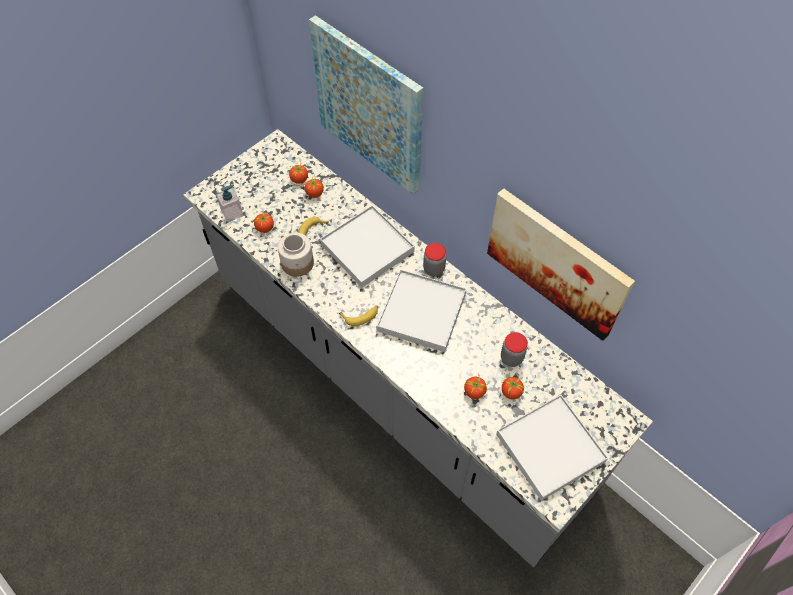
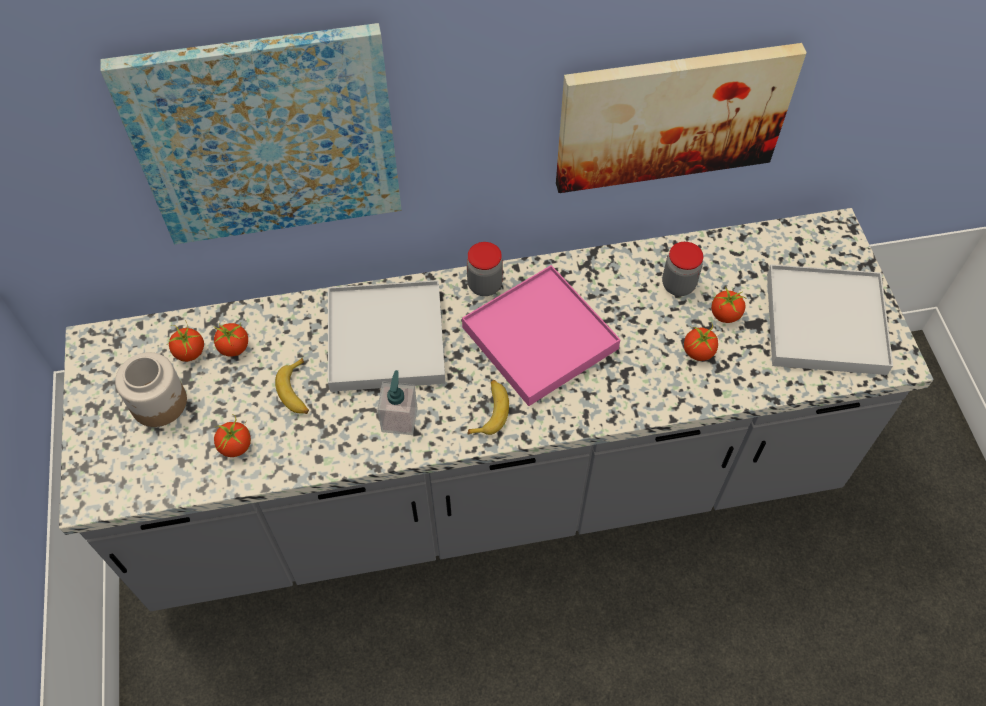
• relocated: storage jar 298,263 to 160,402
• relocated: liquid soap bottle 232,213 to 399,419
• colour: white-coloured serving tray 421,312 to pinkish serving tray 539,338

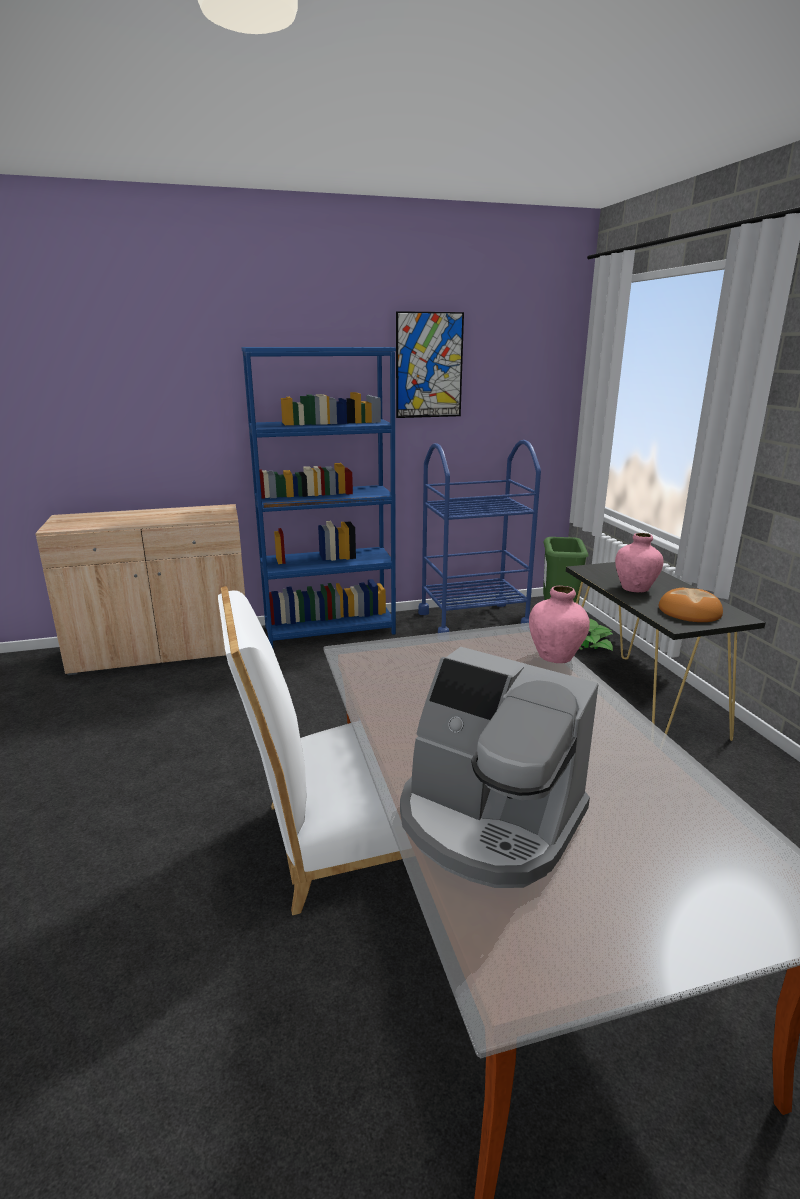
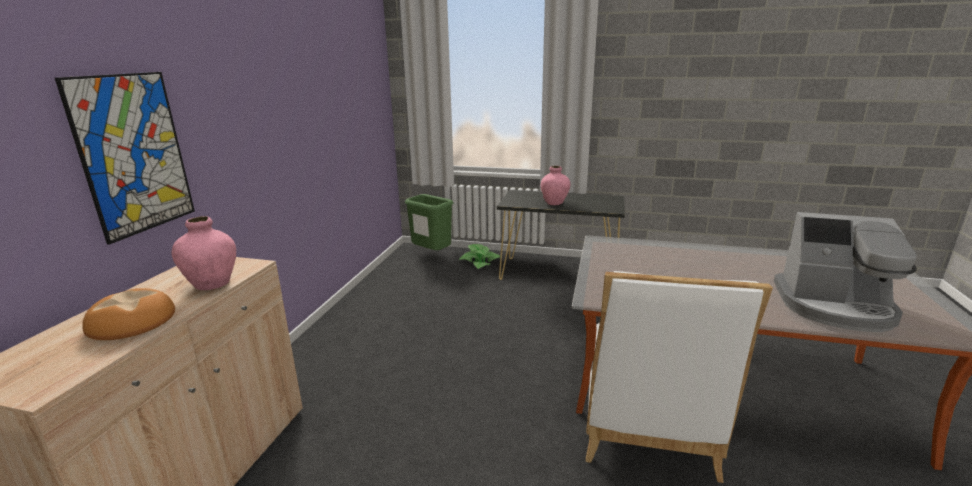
• relocated: wall picture 429,365 to 134,154
• relocated: bread 688,611 to 131,321
• relocated: pinkish vase 555,657 to 212,284
• spun: coffee maker 488,821 = 834,307 45 degrees clockwise
• missing: blue-coloured bookshelf 330,630
• missing: blue-coloured cart 473,620

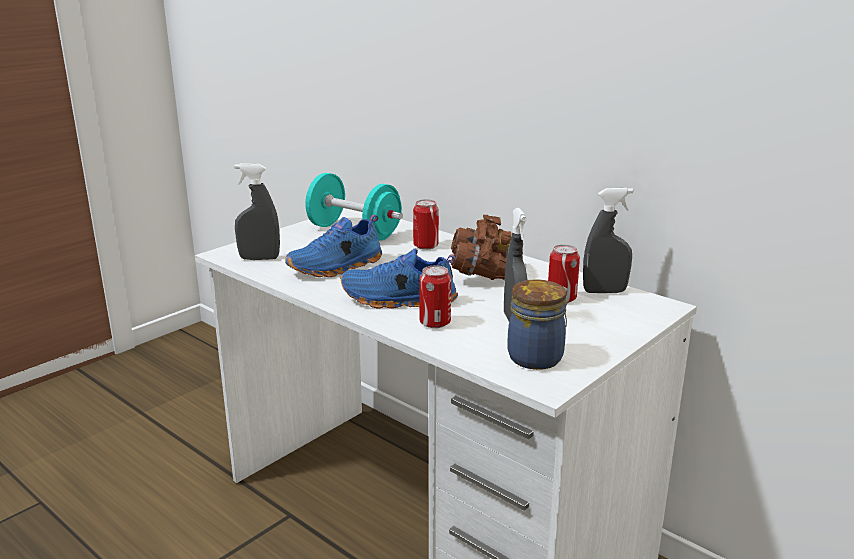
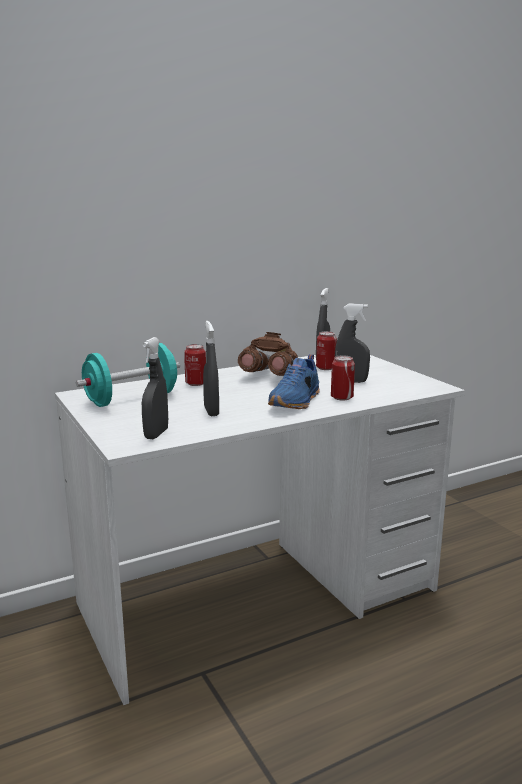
• exchanged: blue-coloured low shoe 337,267 to gray sprayer 211,411
• missing: storage jar 537,357

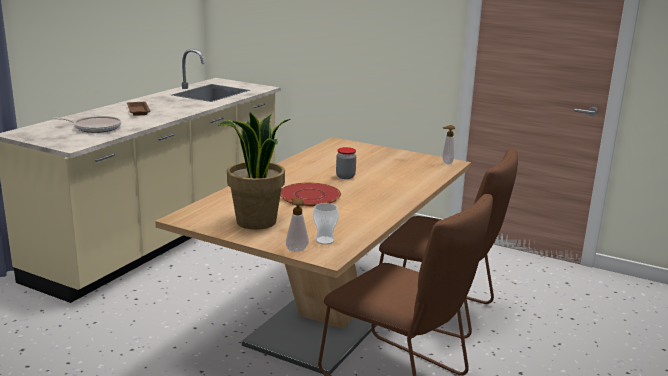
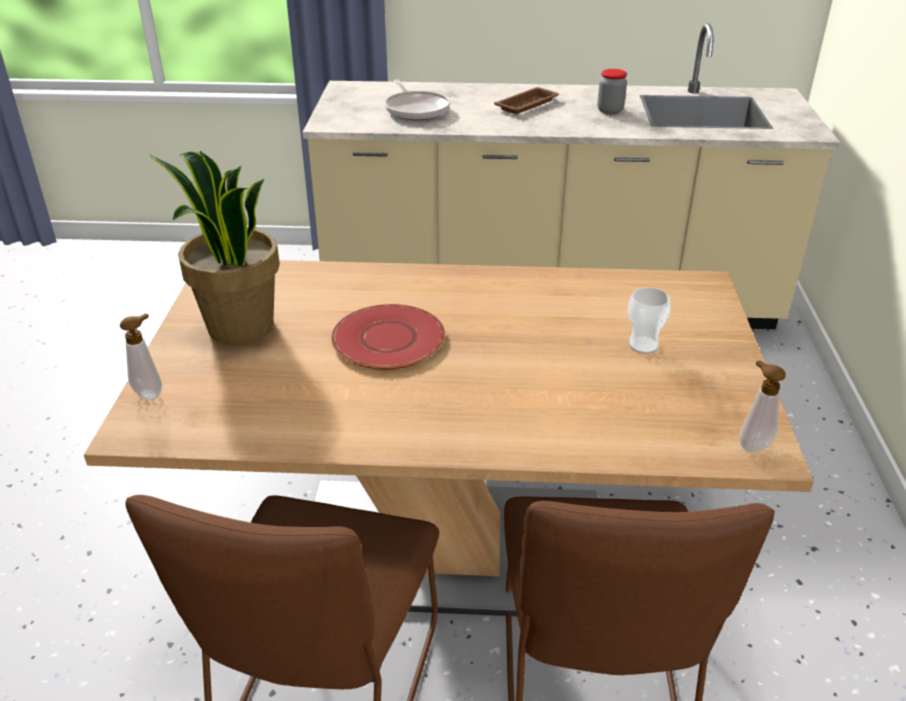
• relocated: storage jar 345,176 to 610,111
• relocated: small cup 325,240 to 643,345

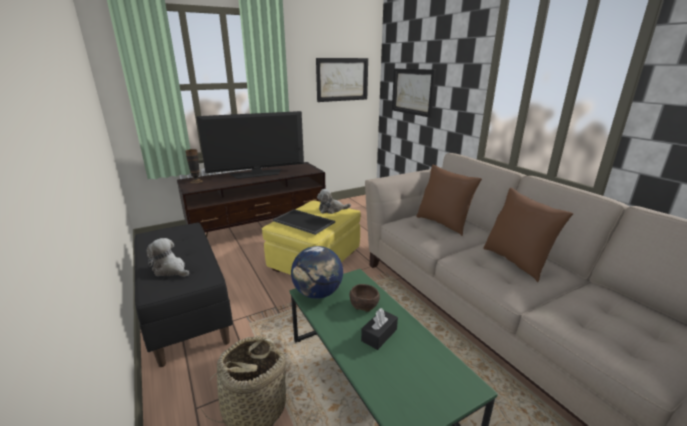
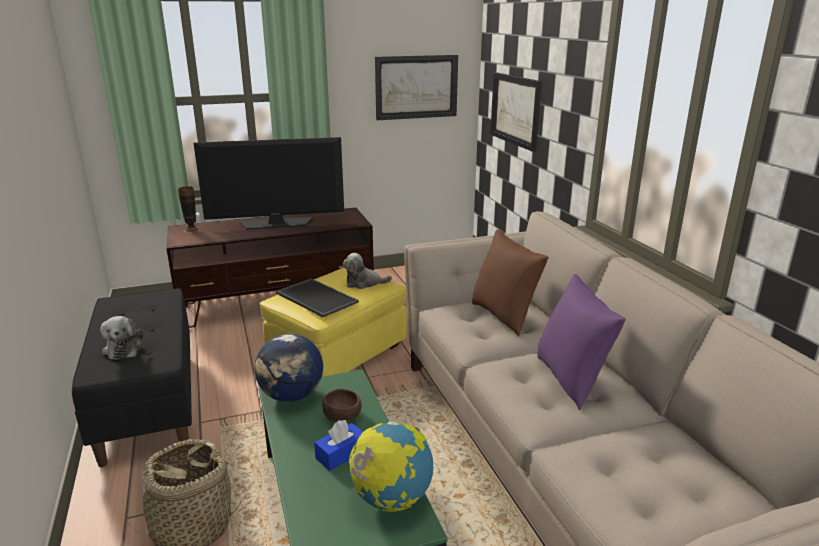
• spun: cuddly toy 171,270 = 123,348 150 degrees counterclockwise
• colour: blackish box of tissues 379,335 to blue-coloured box of tissues 341,454
• appeared: world globe 391,499
• colour: brown pillow 516,261 to purple pillow 571,380

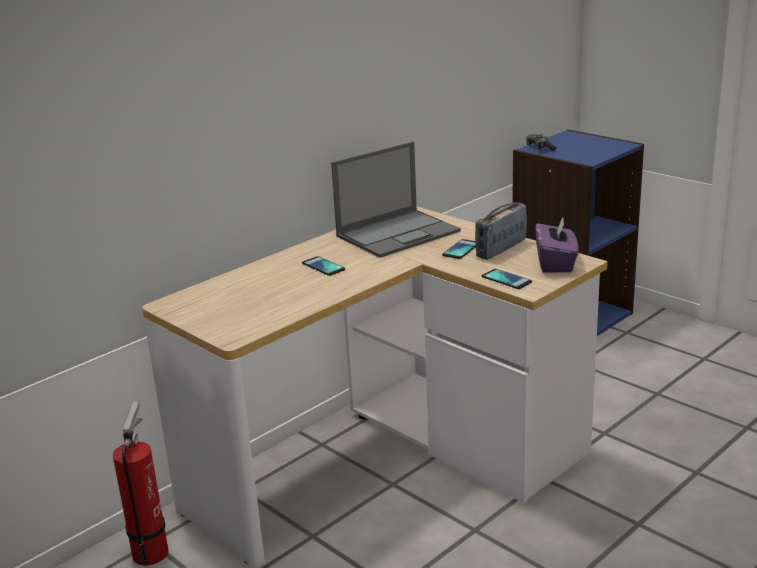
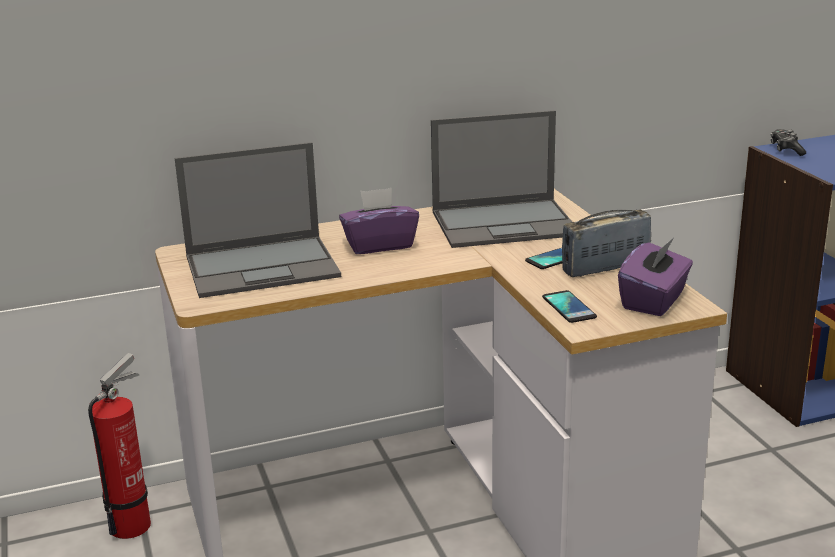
• appeared: portable computer 264,266
• exchanged: handset 323,267 to purple box of tissues 379,245

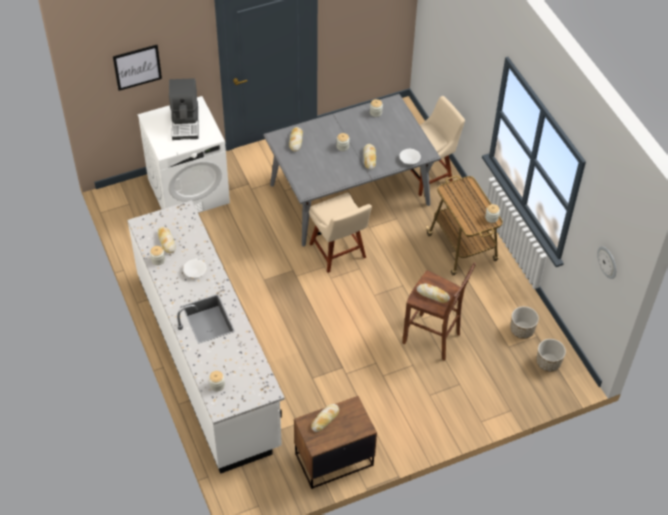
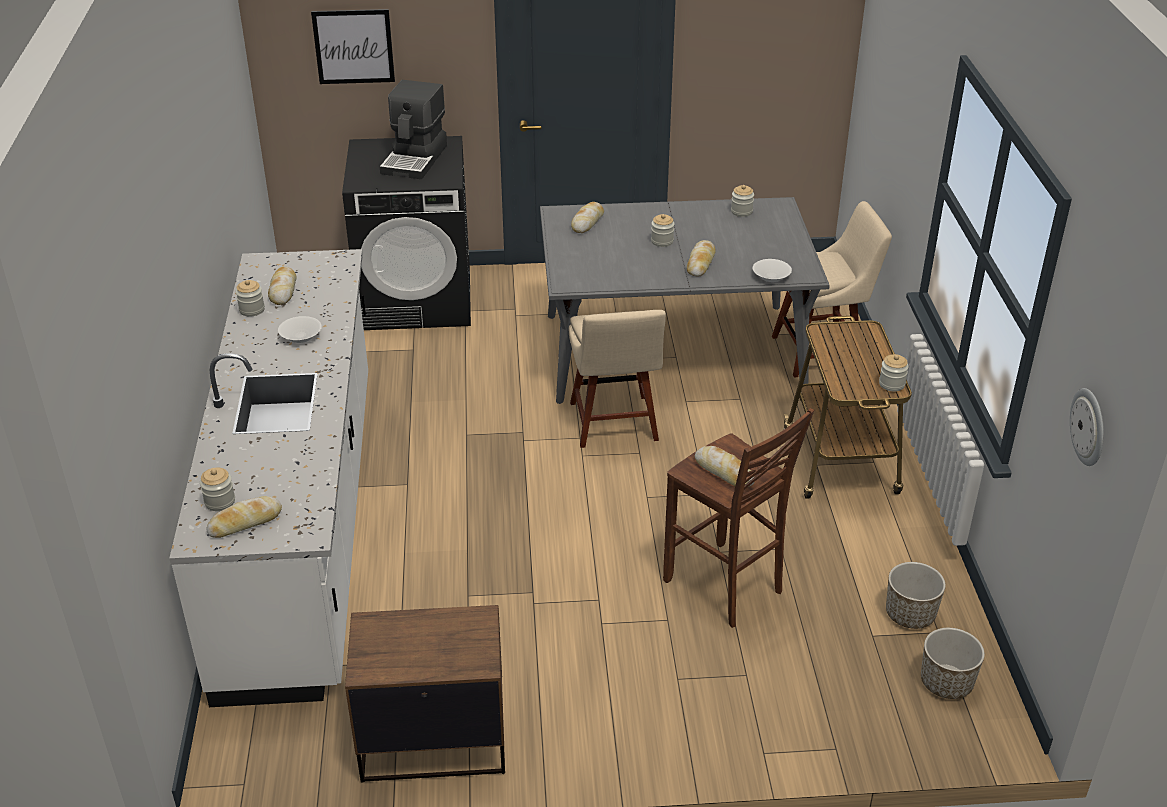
• relocated: bread 325,419 to 245,522
• colour: white-coloured laundry machine 189,190 to blackish laundry machine 417,299

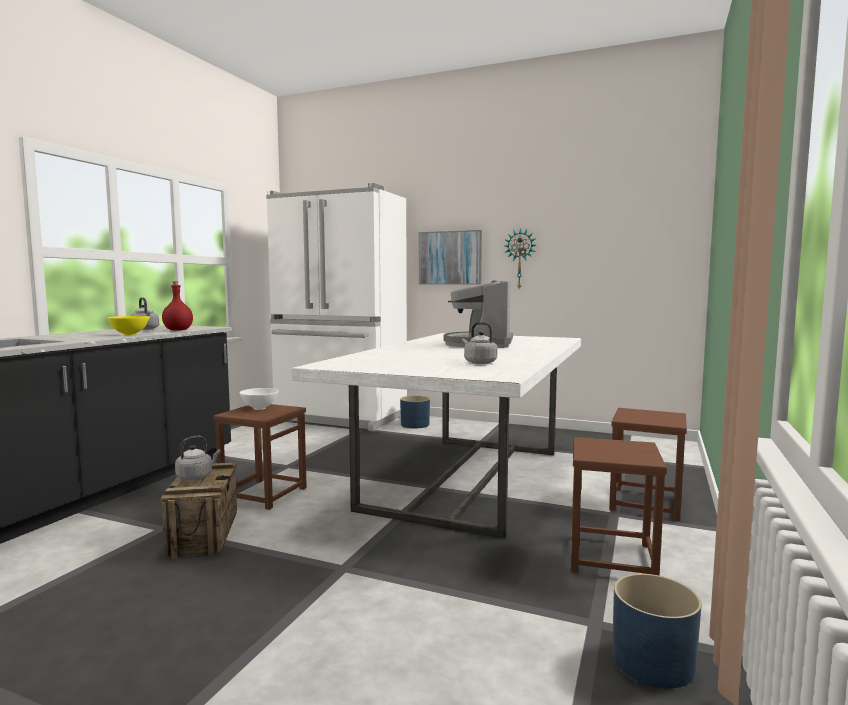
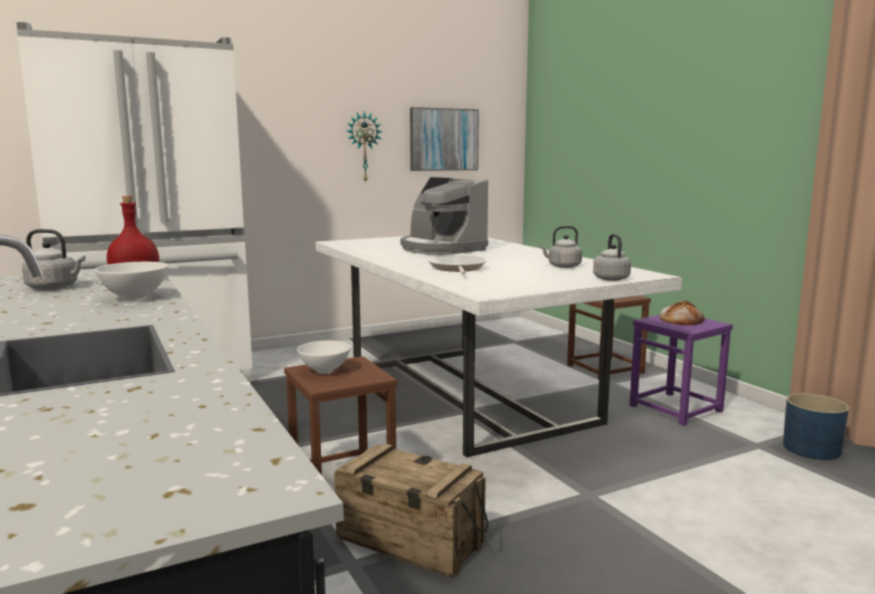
• colour: yellow-coloured serving bowl 129,334 to white-coloured serving bowl 135,298
• relocated: wall picture 450,258 to 443,139
• appeared: frying pan 457,268
• relocated: gray kettle 196,476 to 610,278
• colour: brown stool seat 612,557 to purple stool seat 676,408
• appeared: bread 681,320
• missing: blue-coloured flower pot 415,424

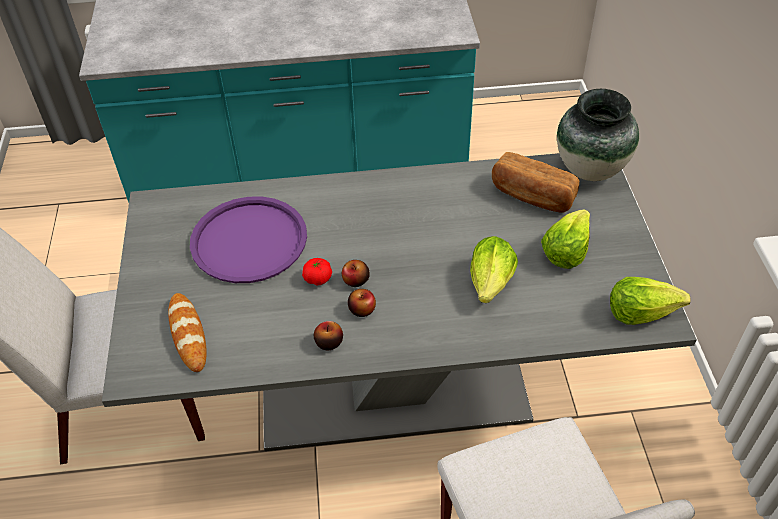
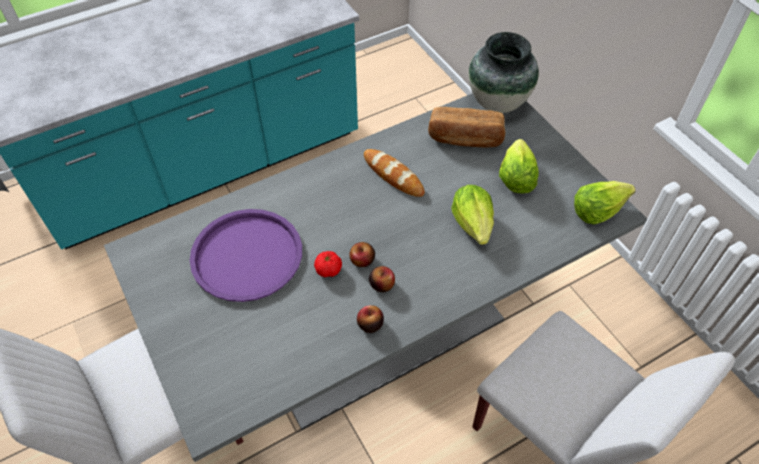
• relocated: bread 188,334 to 393,175

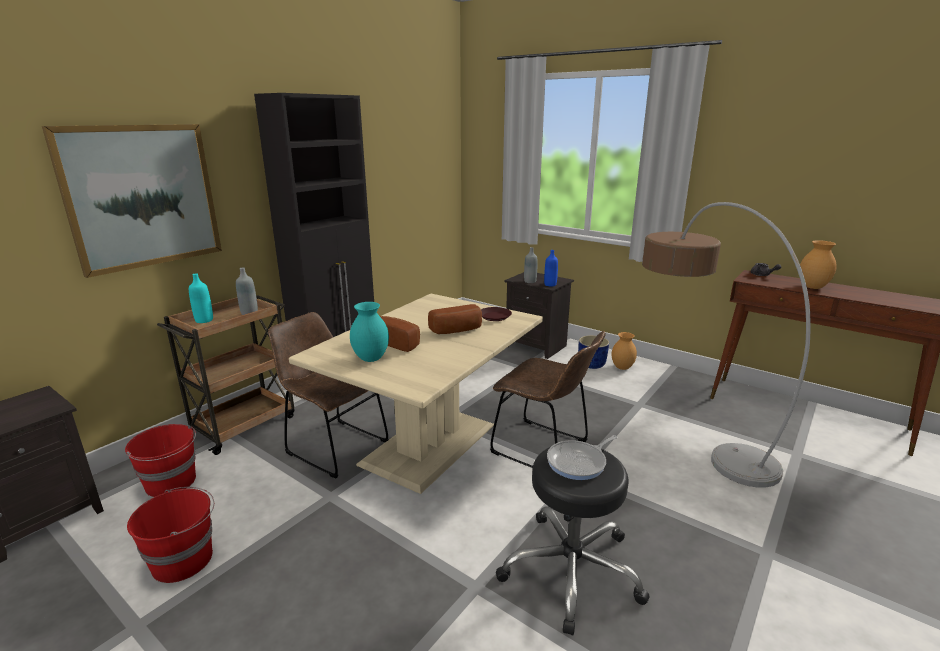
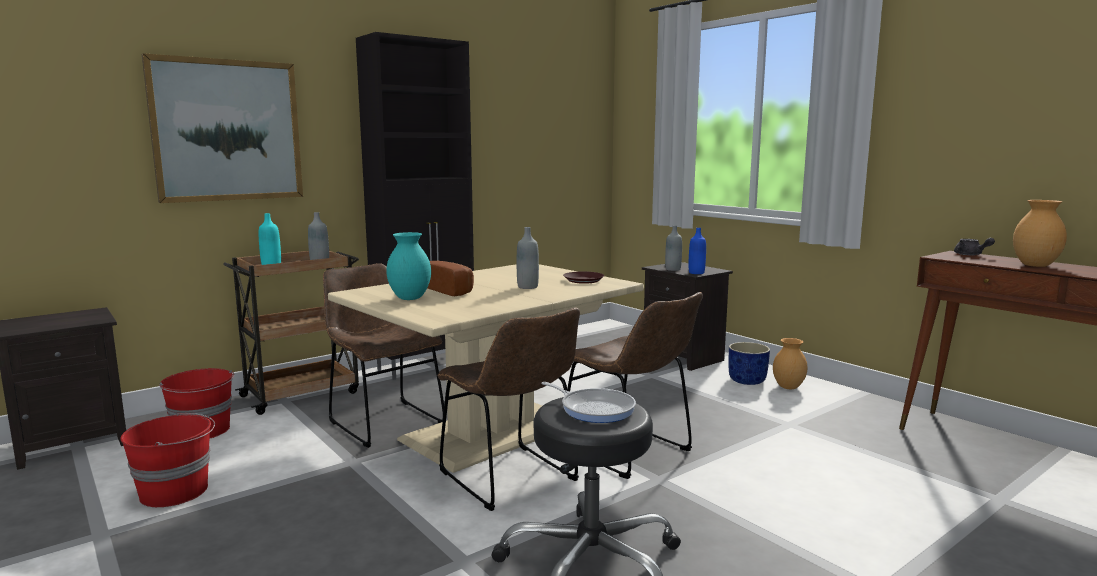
• appeared: brown plain chair 512,479
• exchanged: bread 457,331 to gray drink bottle 527,287
• spun: frying pan 579,462 = 594,409 120 degrees counterclockwise
• missing: floor lamp 689,421

